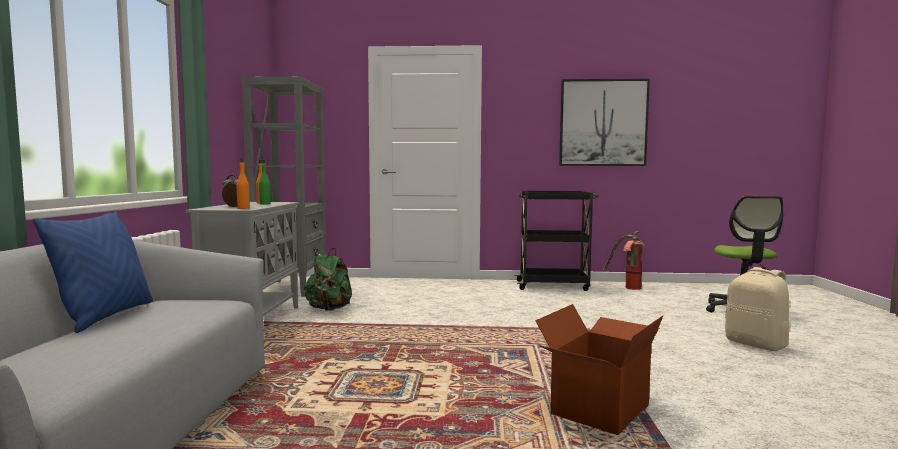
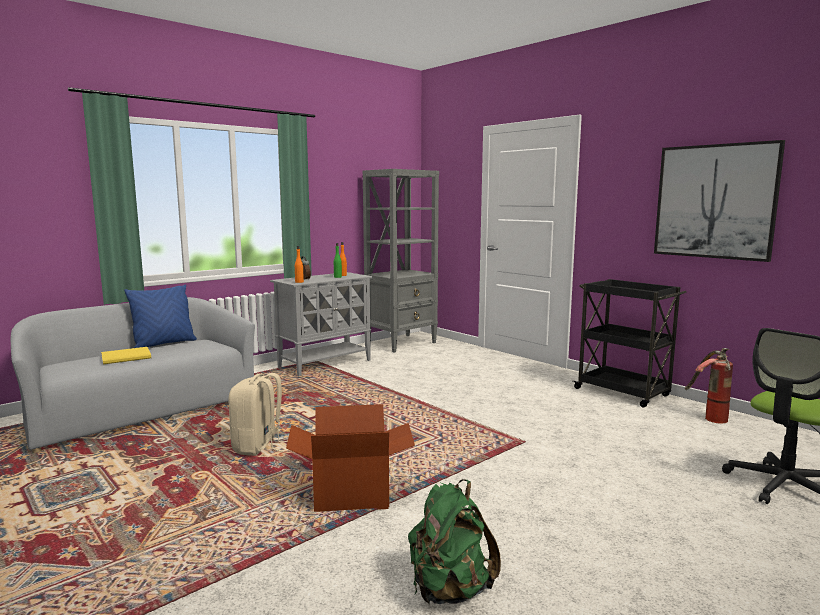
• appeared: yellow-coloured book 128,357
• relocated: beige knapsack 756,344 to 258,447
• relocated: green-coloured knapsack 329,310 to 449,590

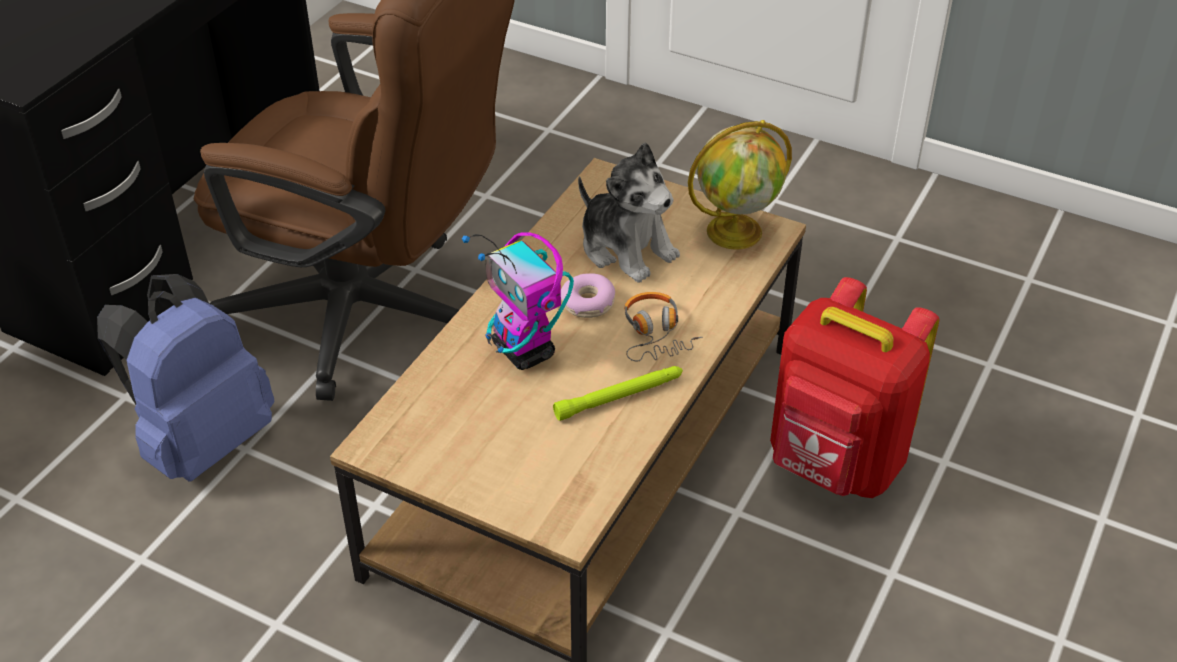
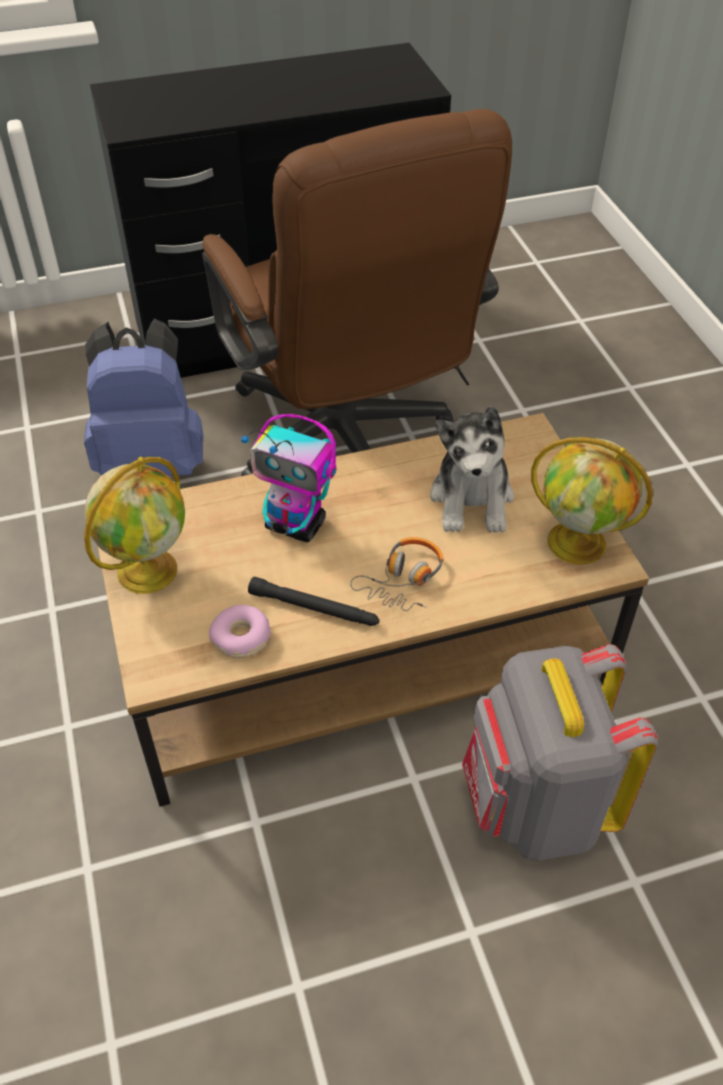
• appeared: world globe 148,569
• relocated: donut 588,303 to 241,638
• spun: robot figure 524,351 = 297,525 75 degrees counterclockwise
• colour: green-coloured flashlight 620,397 to blackish flashlight 314,608
• colour: red knapsack 835,465 to gray knapsack 535,806

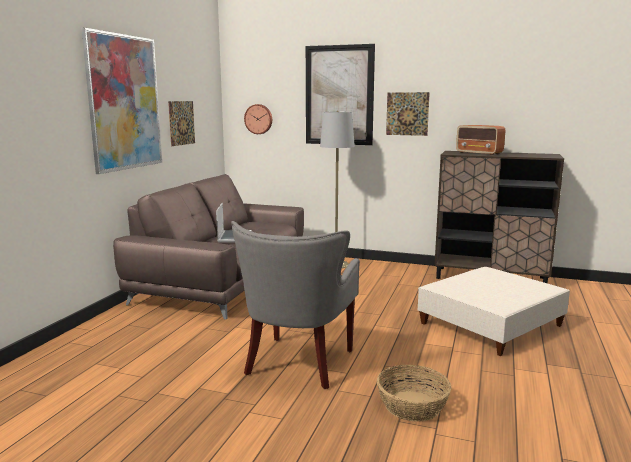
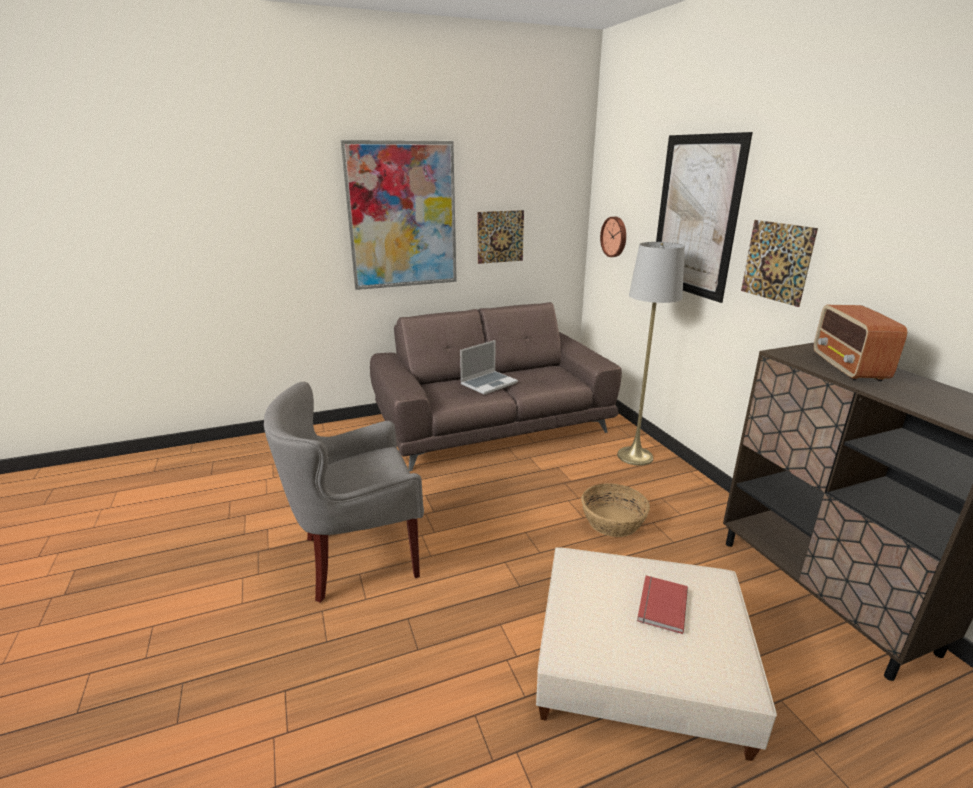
• relocated: storage basket 412,406 to 613,522
• appeared: red book 660,605

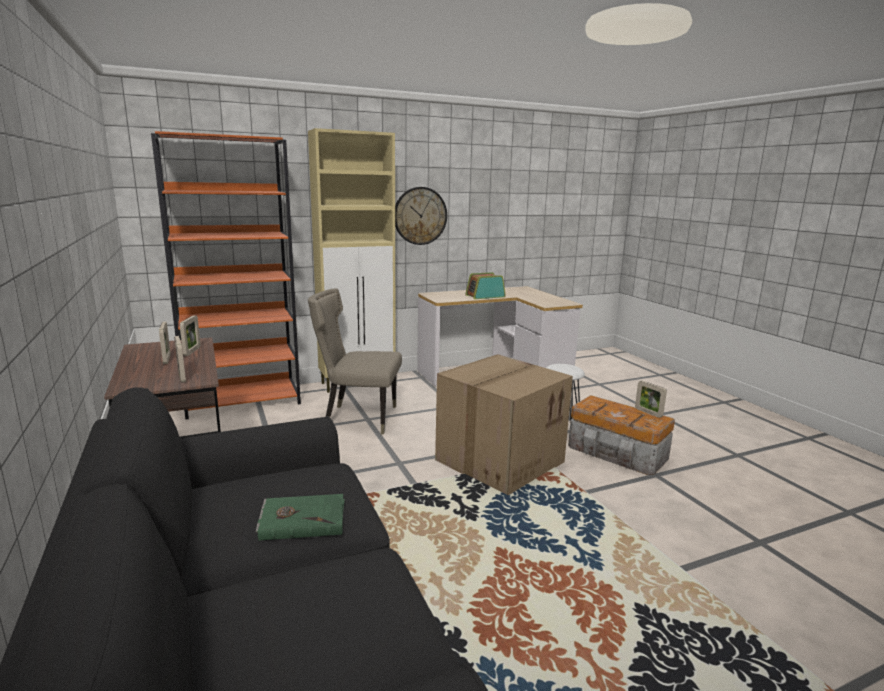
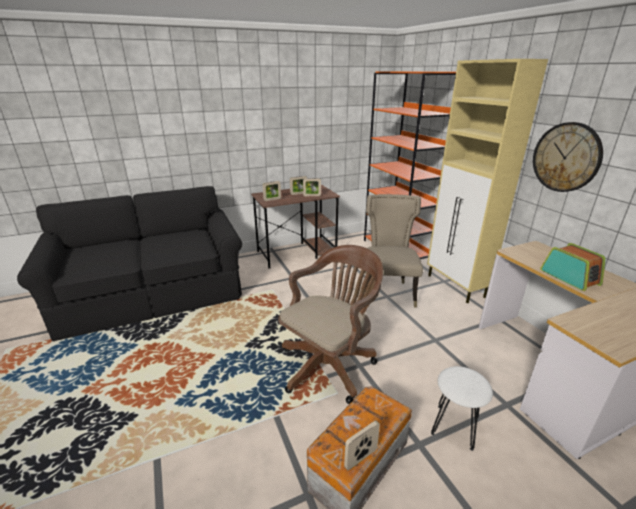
• exchanged: cardboard box 499,460 to brown computer chair 330,364
• missing: green-coloured book 302,519

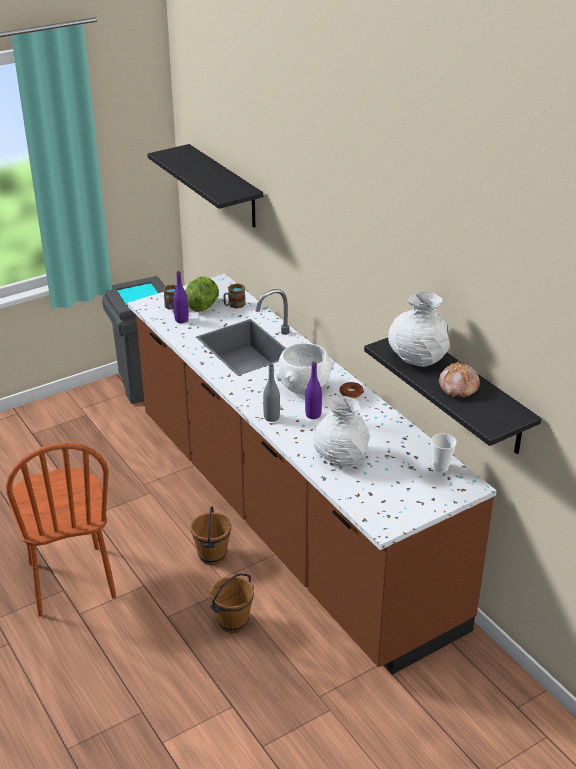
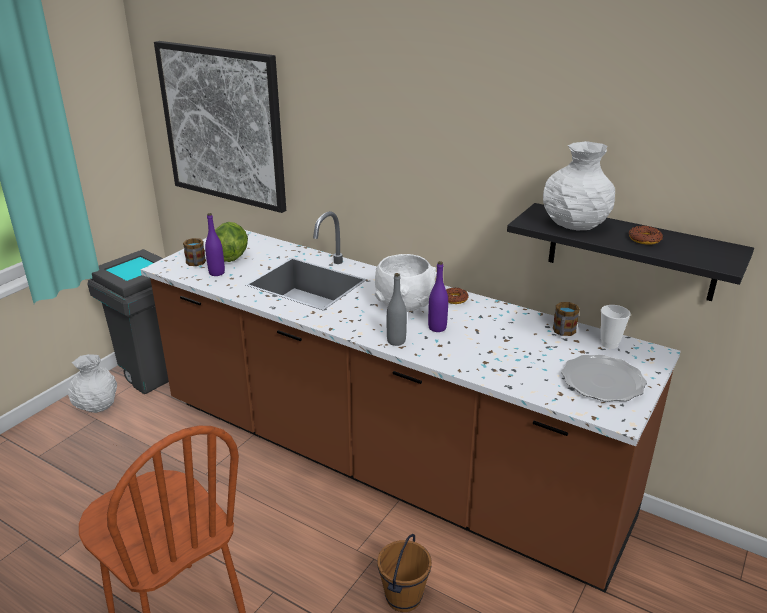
• relocated: white-coloured vase 340,457 to 96,405
• exchanged: blackish shelf 225,186 to wall picture 223,126
• relocated: mug 234,305 to 563,332
• appeared: dinner plate 602,381
• exchanged: bread 457,387 to donut 644,239
• missing: brown water bucket 212,555

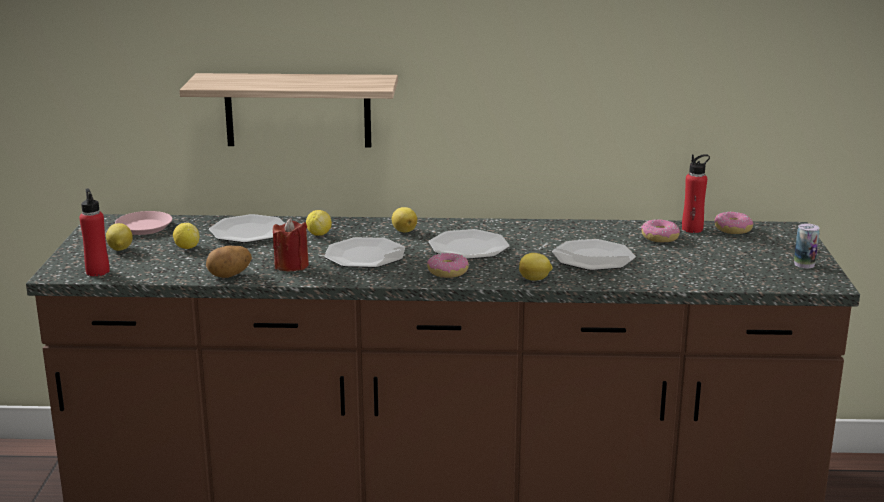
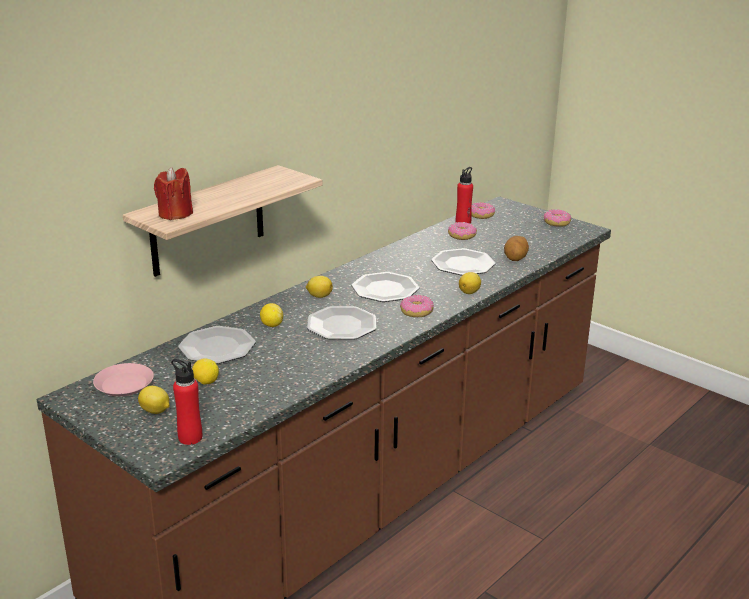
• relocated: red candle 291,265 to 175,214
• relocated: spud 229,275 to 515,259
• exchanged: metal can 804,264 to donut 556,223

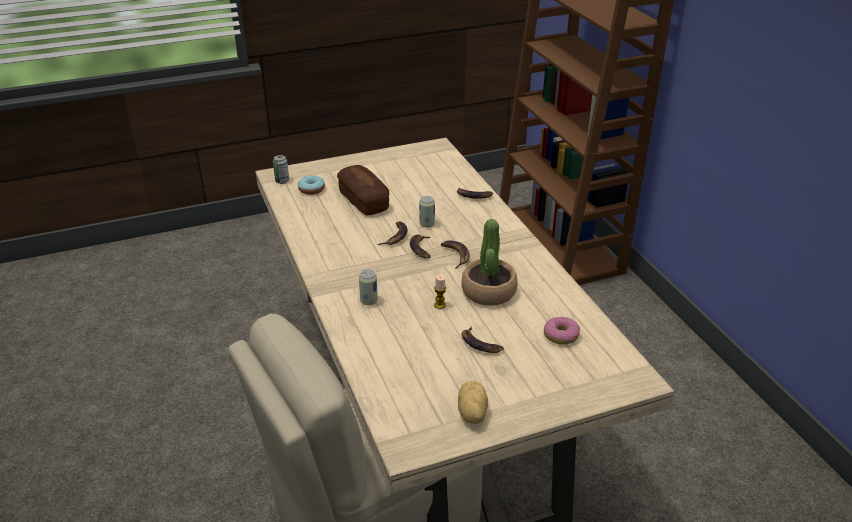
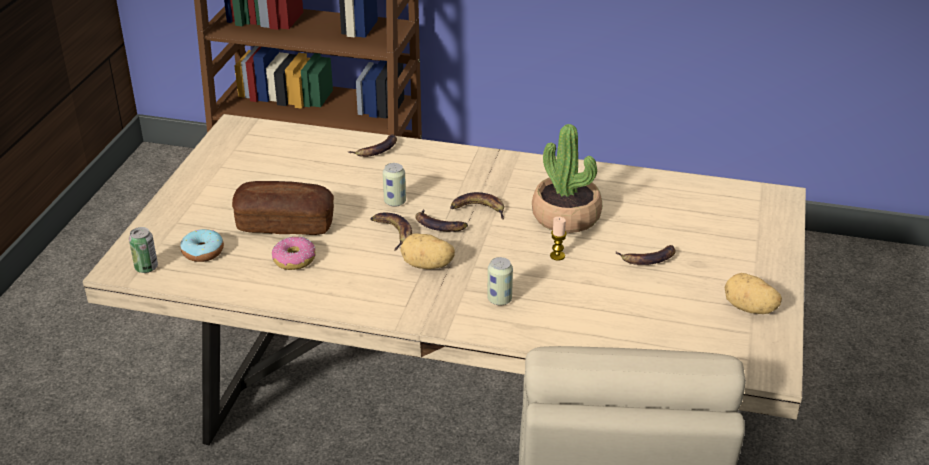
• relocated: donut 561,335 to 294,259
• appeared: spud 427,266

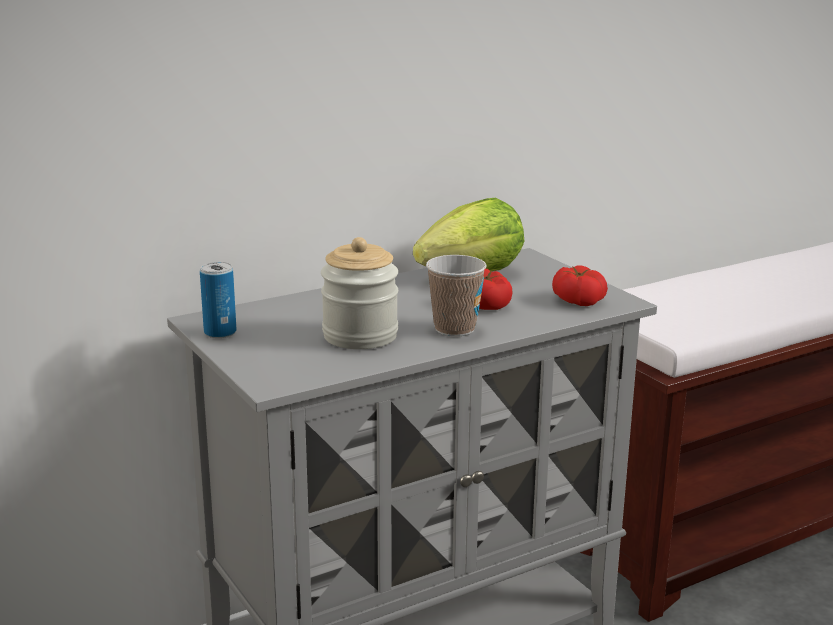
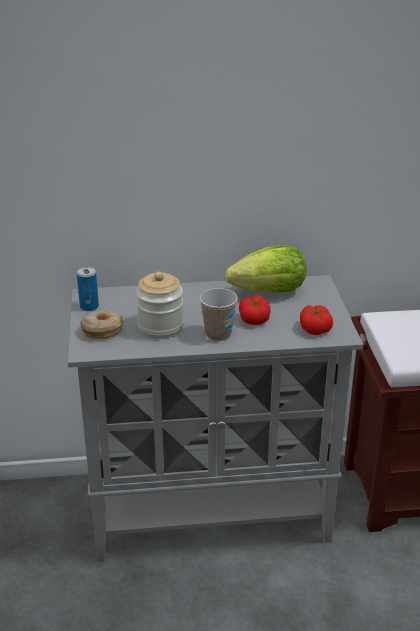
• appeared: donut 102,330

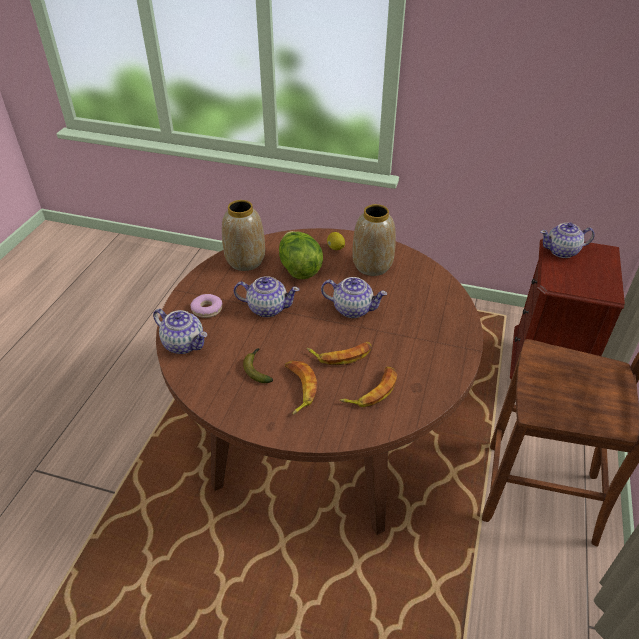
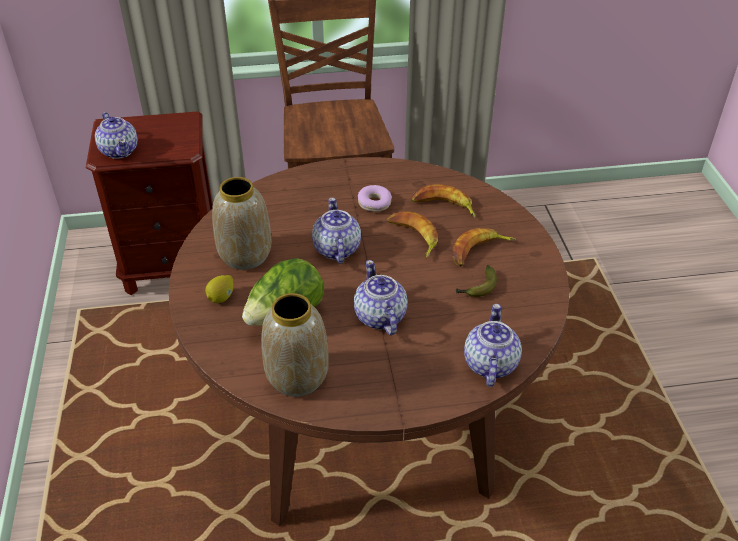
• relocated: donut 207,309 to 374,203

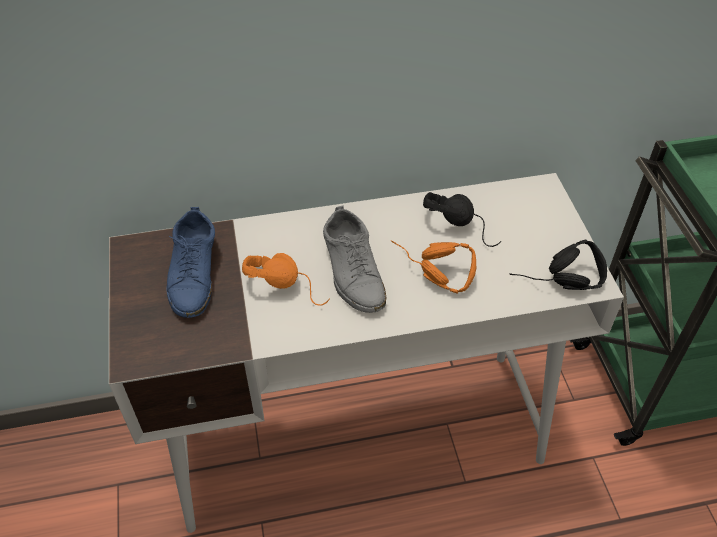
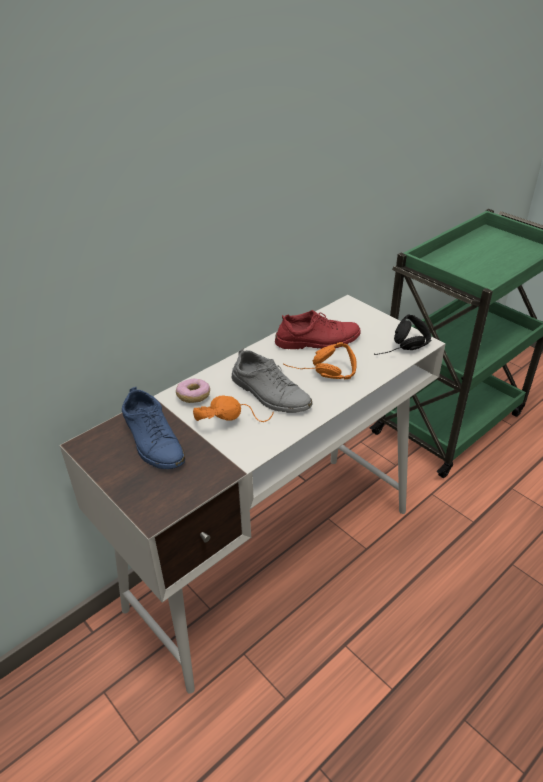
• appeared: donut 193,396
• exchanged: blackish headphones 463,224 to red low shoe 317,340

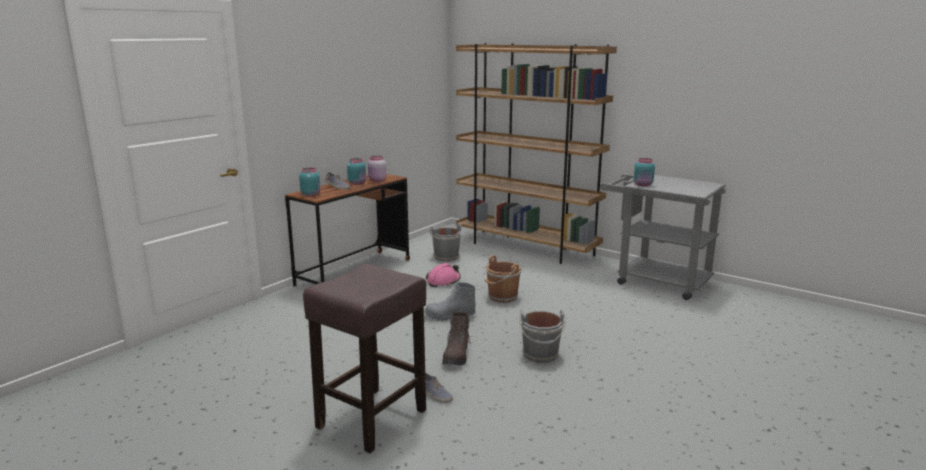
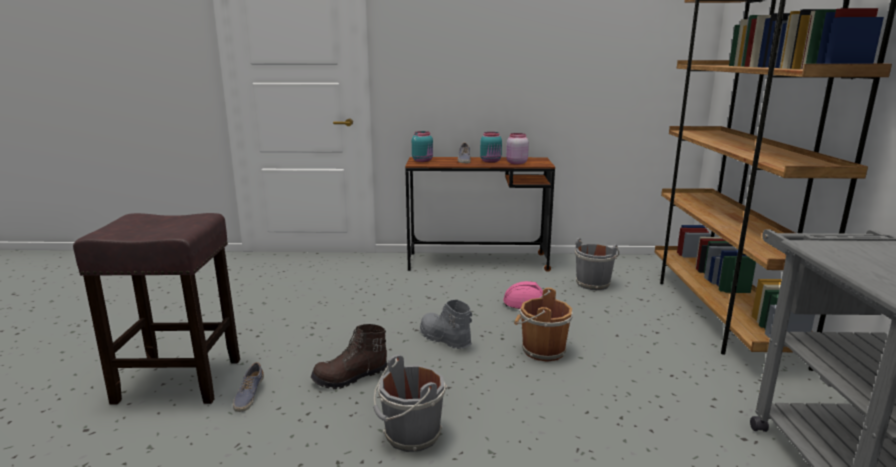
• missing: turquoise-coloured storage jar 643,185

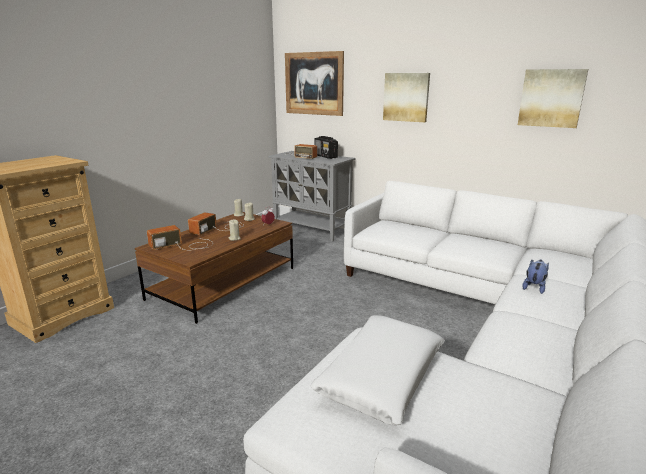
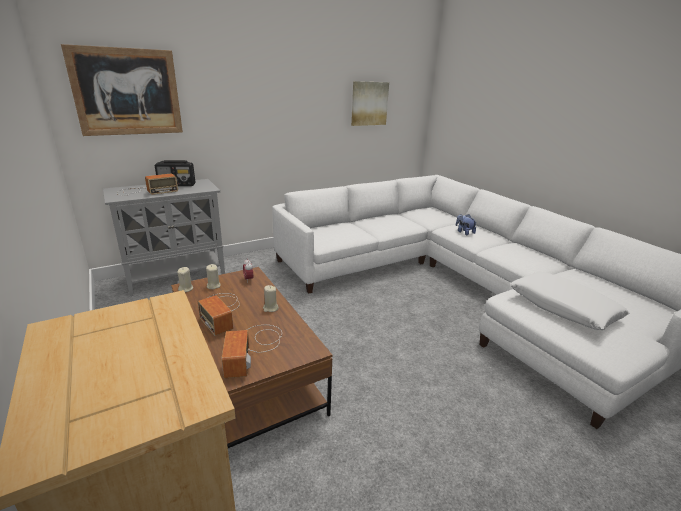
• missing: wall picture 406,97

